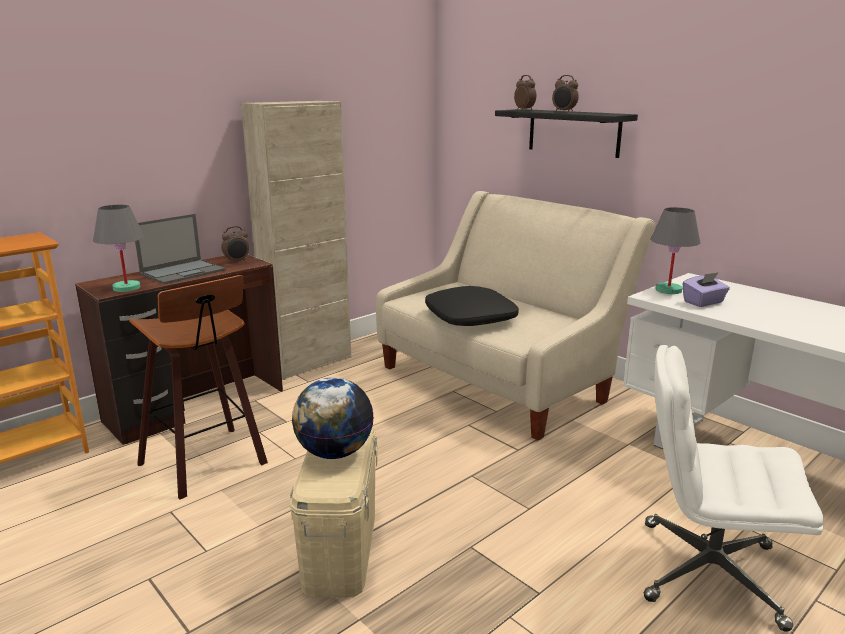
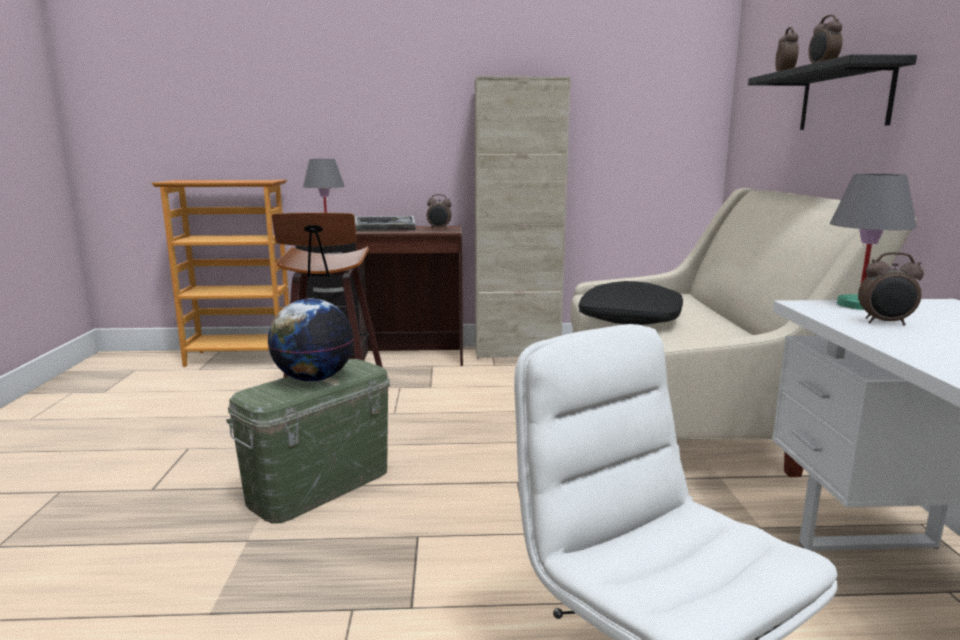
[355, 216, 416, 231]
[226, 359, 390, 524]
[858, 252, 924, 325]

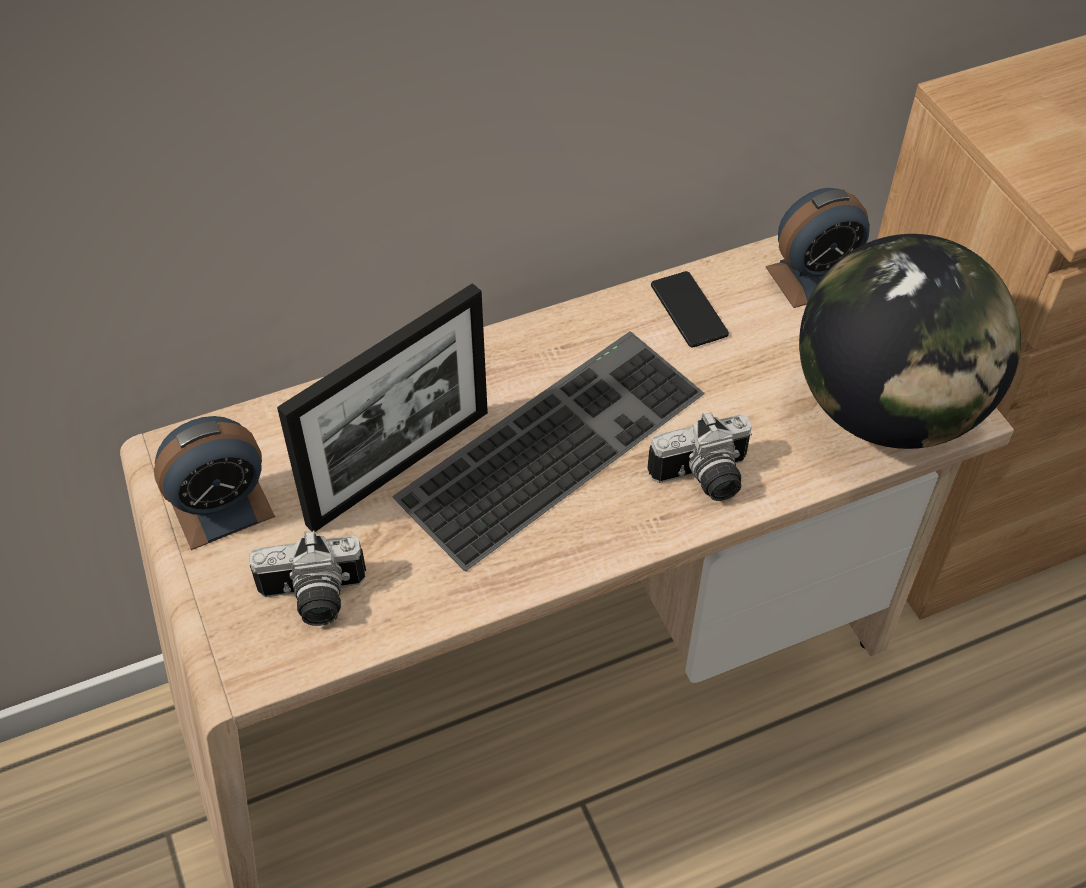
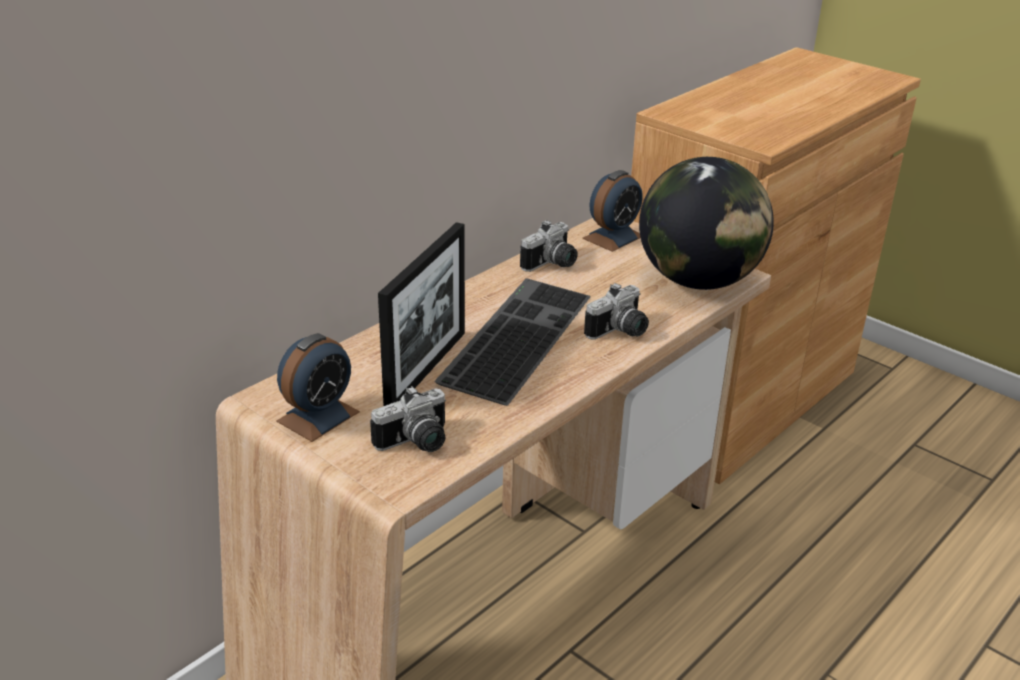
[520, 220, 578, 272]

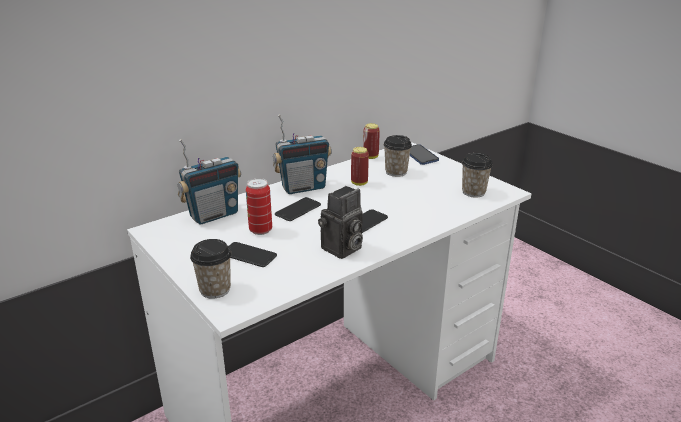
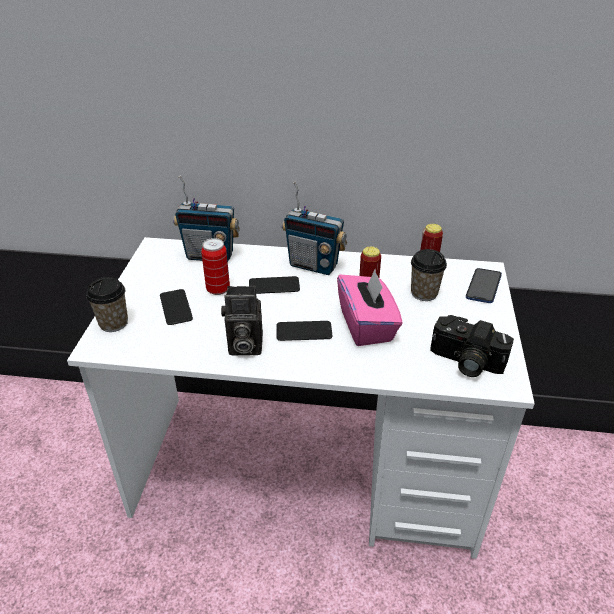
[430, 315, 514, 377]
[337, 269, 402, 346]

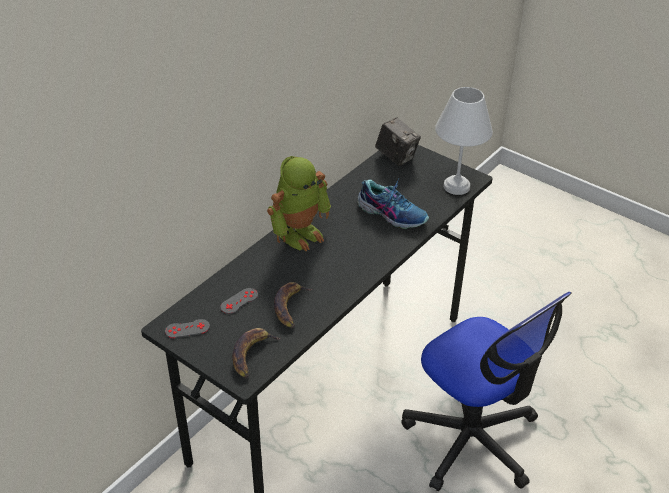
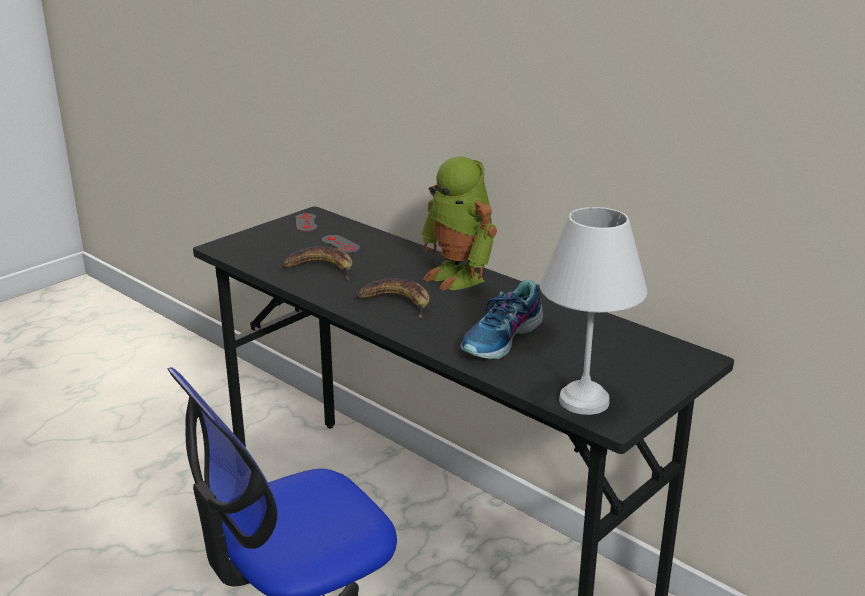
[356, 278, 430, 319]
[375, 117, 421, 166] (first image)

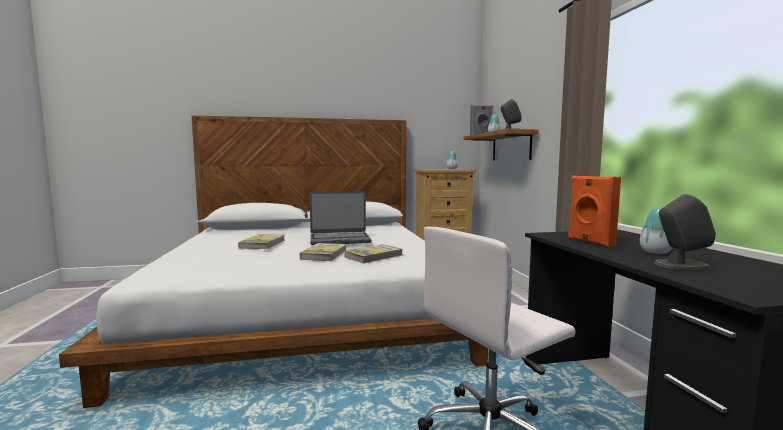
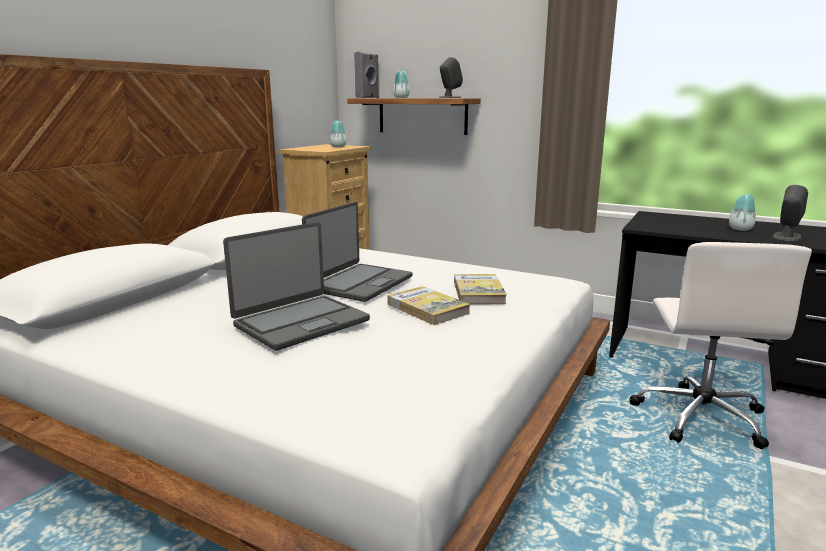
[223, 222, 370, 351]
[568, 175, 621, 247] (first image)

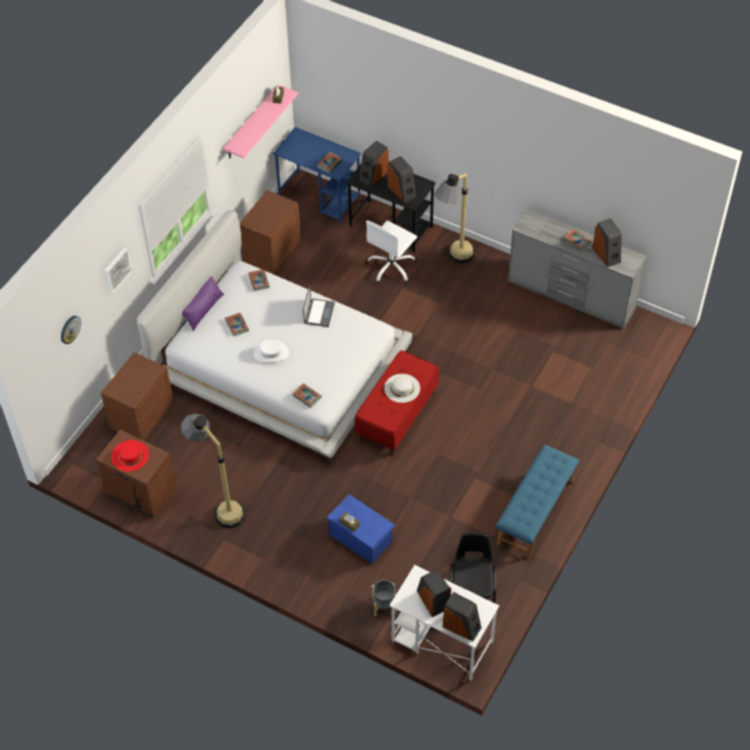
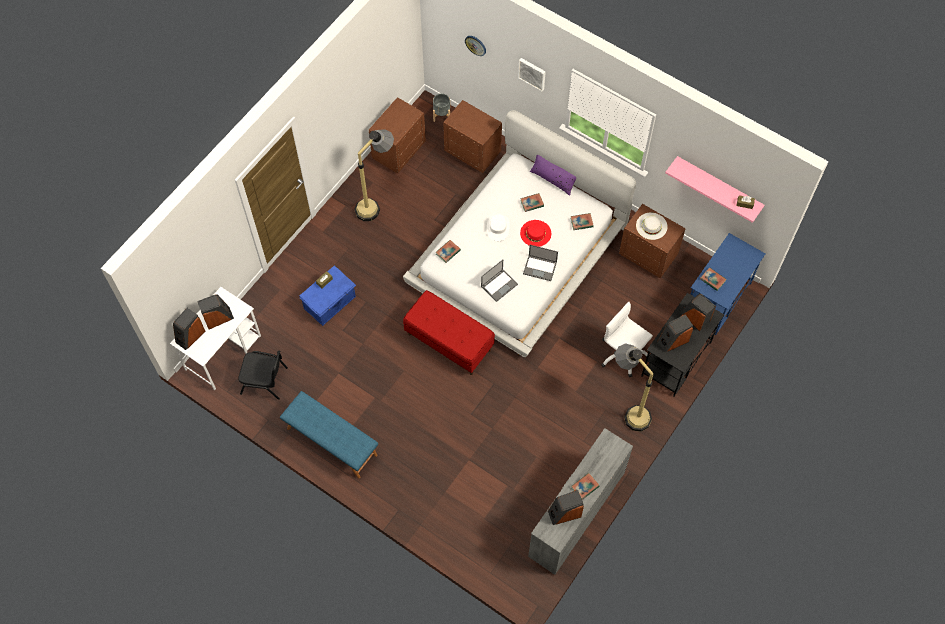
[520, 220, 551, 247]
[433, 93, 450, 122]
[636, 213, 668, 240]
[481, 260, 518, 302]

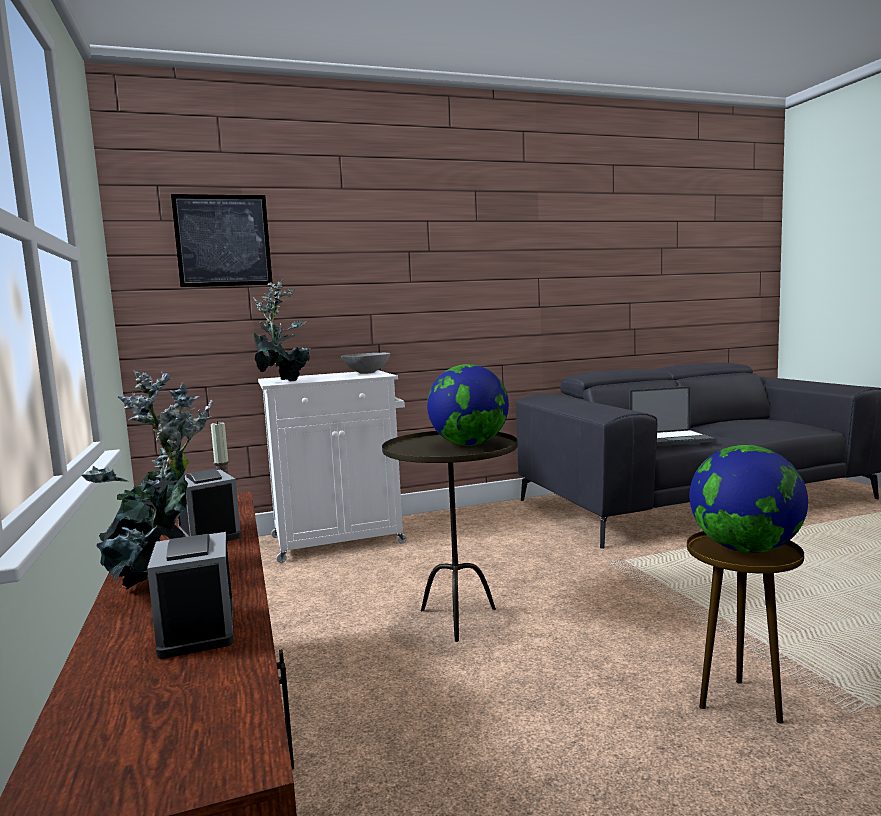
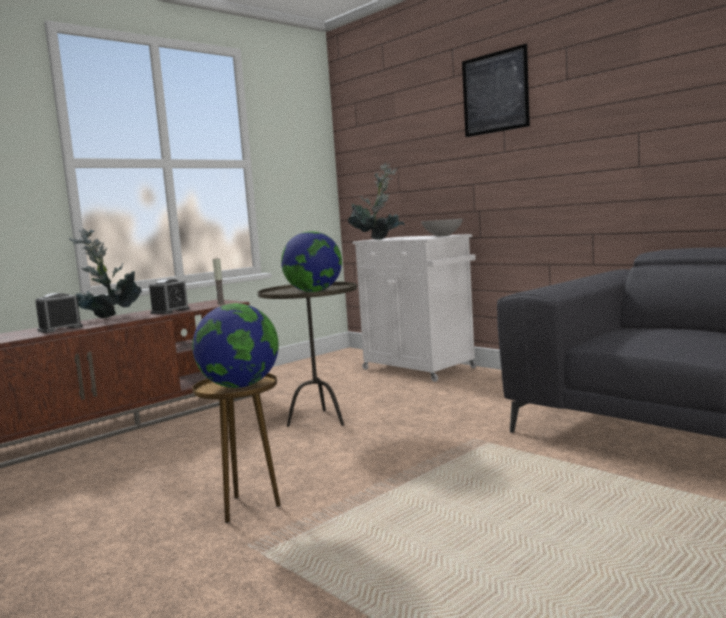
[462, 44, 530, 137]
[629, 386, 717, 446] (first image)

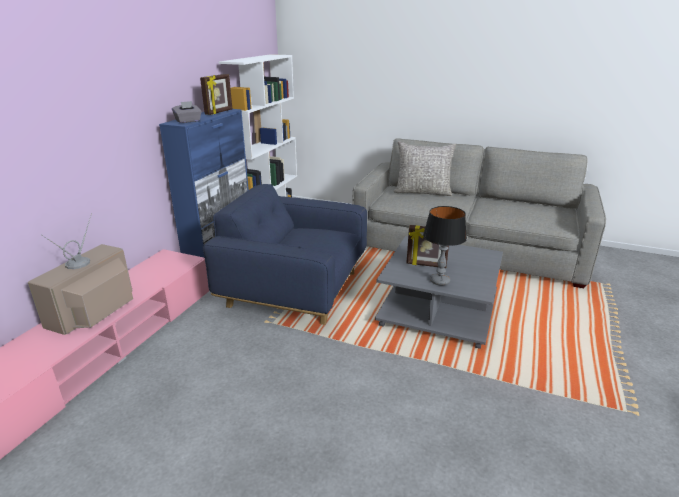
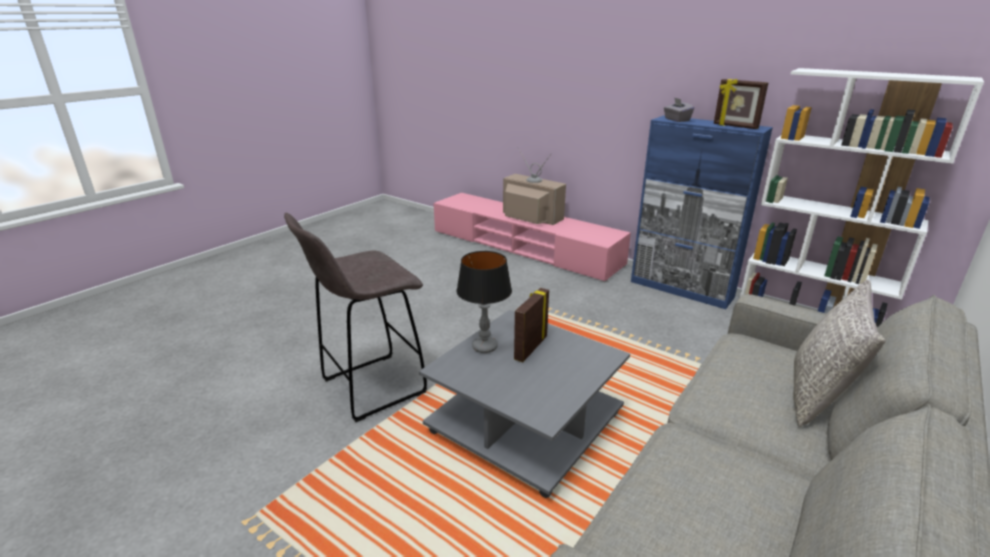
[202, 184, 367, 325] (first image)
[284, 213, 427, 422]

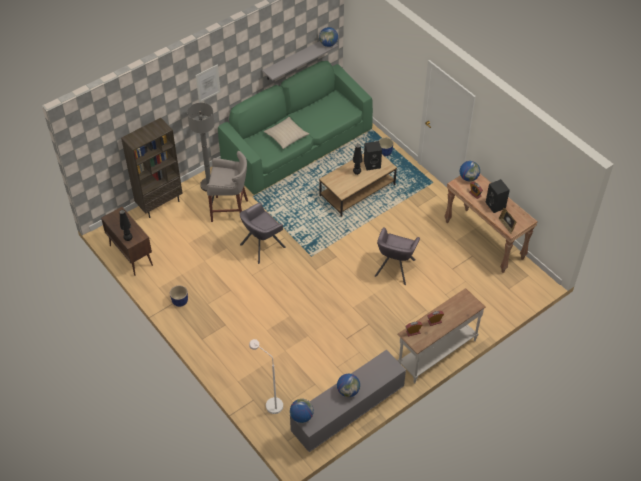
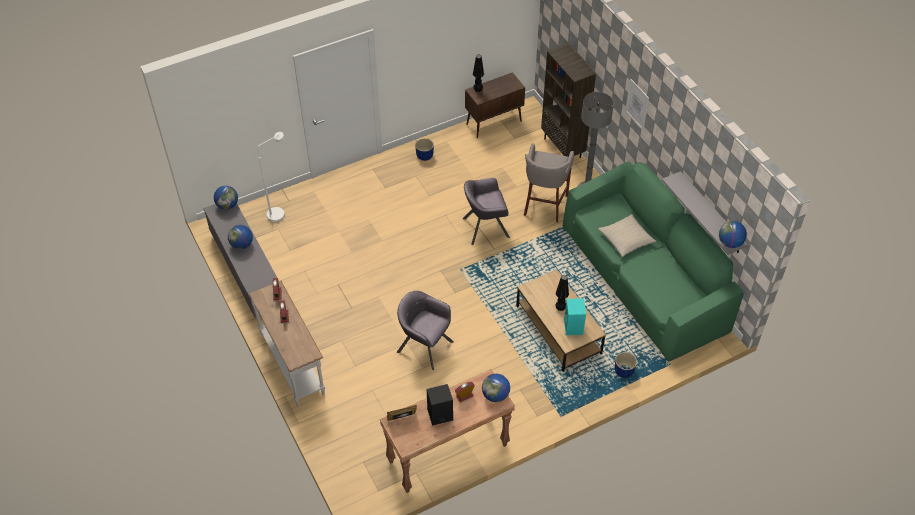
[463, 178, 510, 245]
[564, 298, 586, 335]

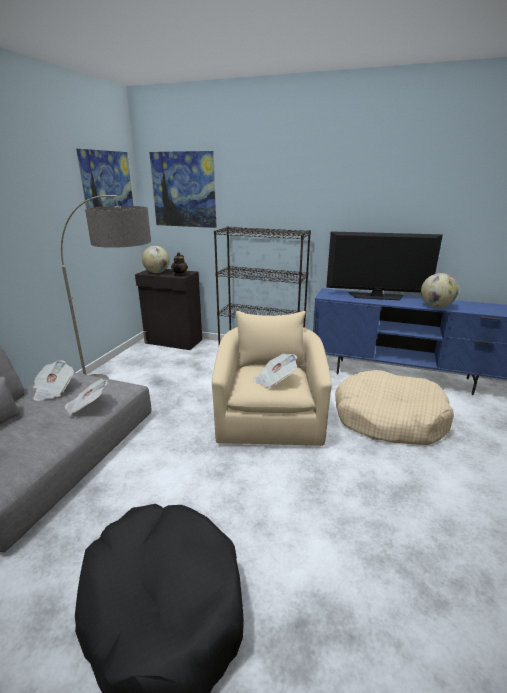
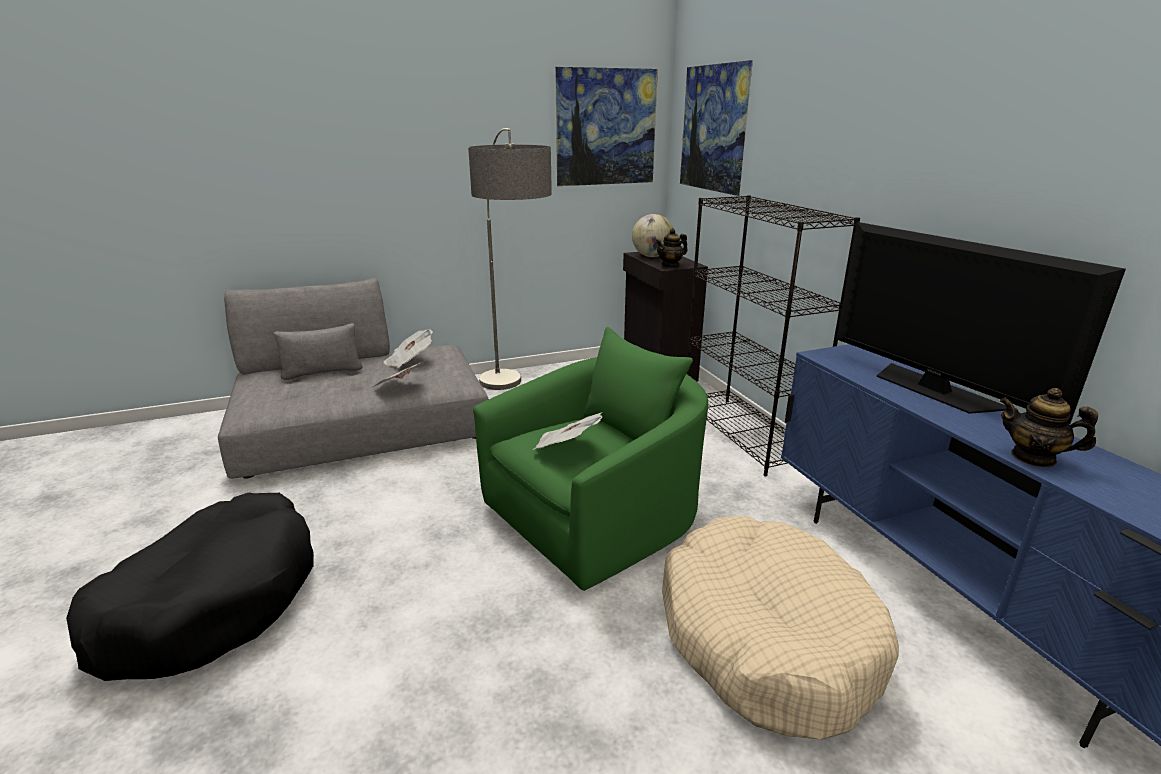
[473, 327, 708, 591]
[1000, 388, 1098, 467]

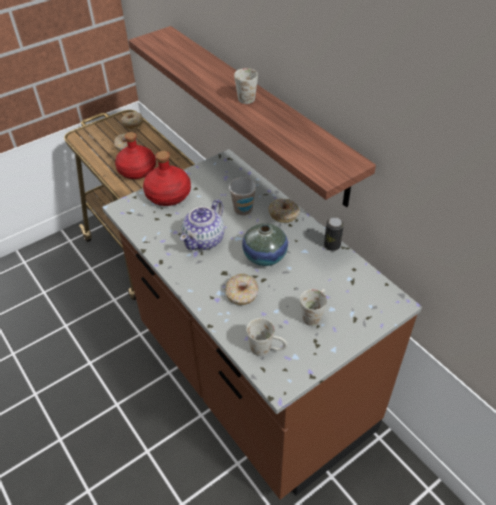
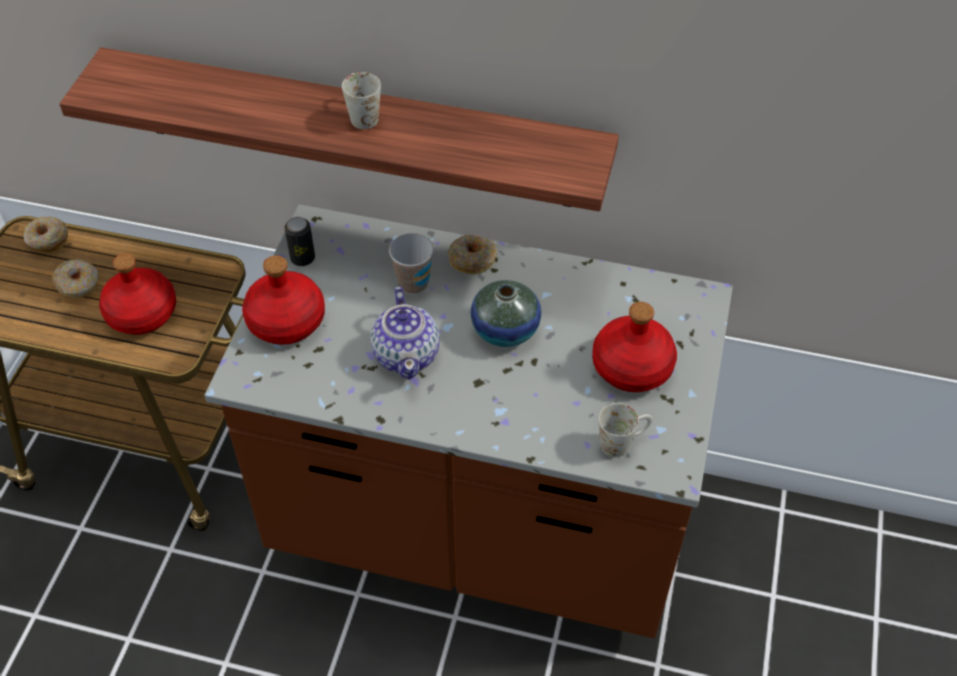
[226, 274, 258, 305] (first image)
[592, 302, 677, 392]
[285, 217, 315, 266]

